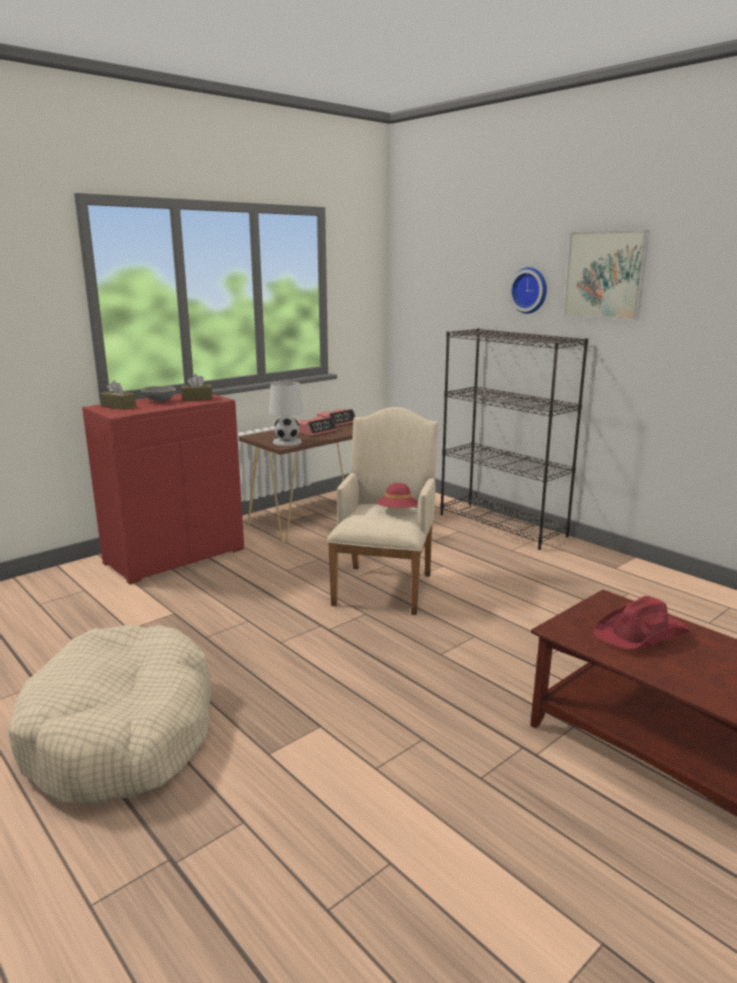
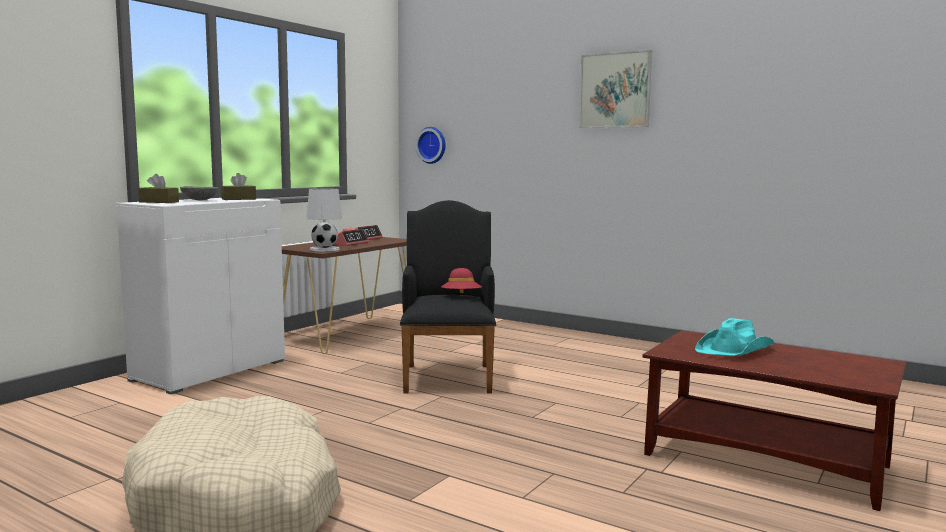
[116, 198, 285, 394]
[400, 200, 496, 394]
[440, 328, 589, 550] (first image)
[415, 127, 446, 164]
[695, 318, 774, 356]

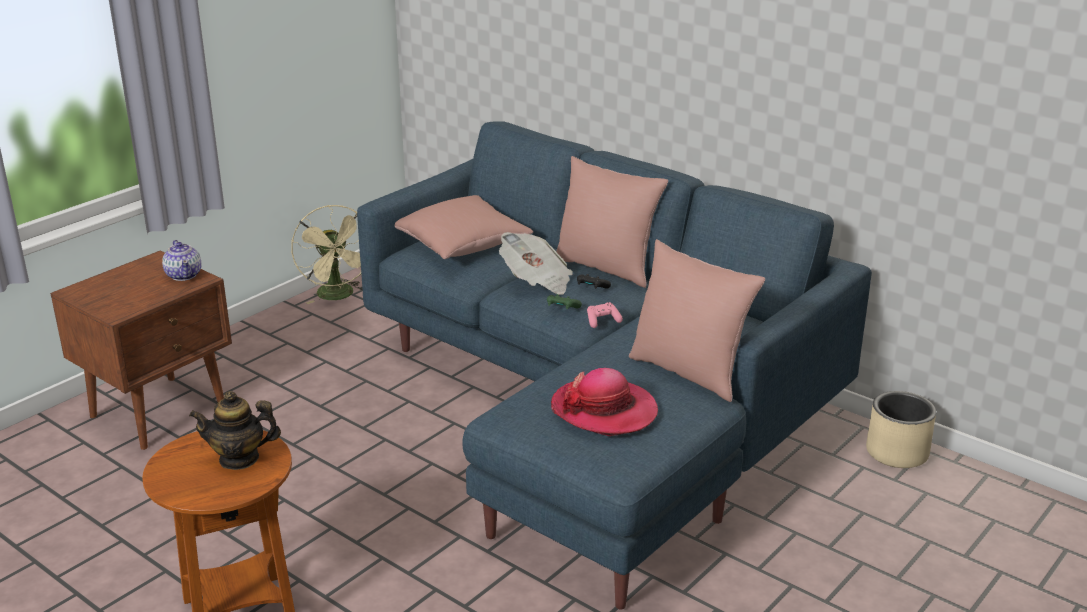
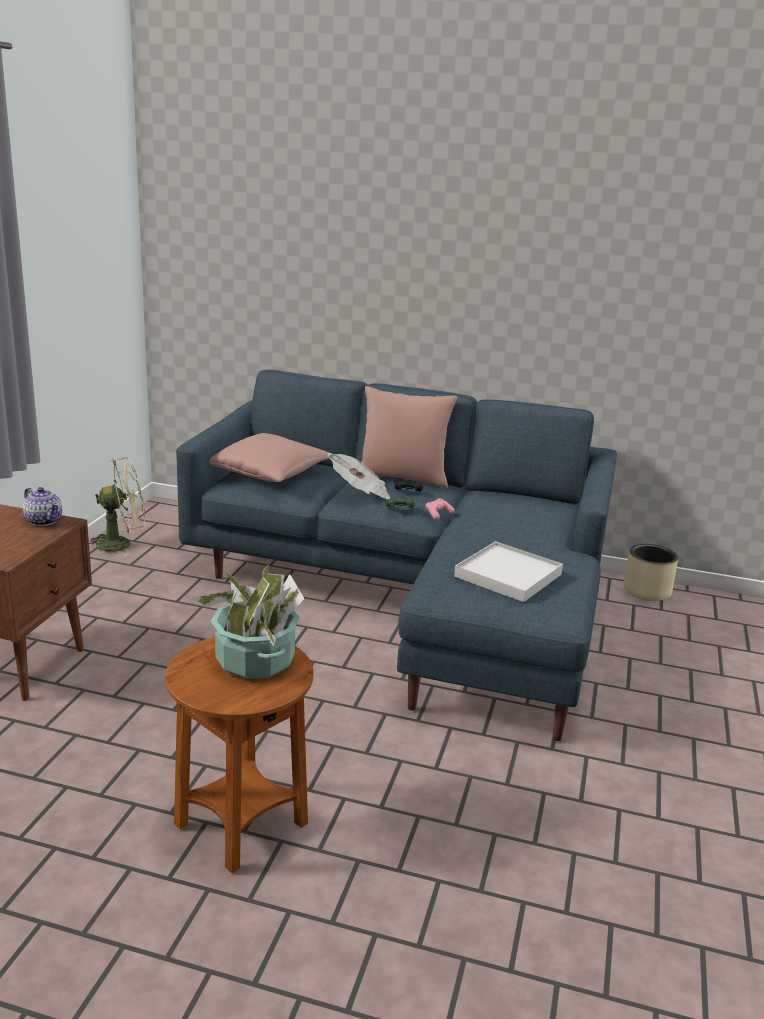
[191, 564, 305, 679]
[89, 457, 145, 557]
[454, 541, 563, 602]
[629, 239, 765, 402] (first image)

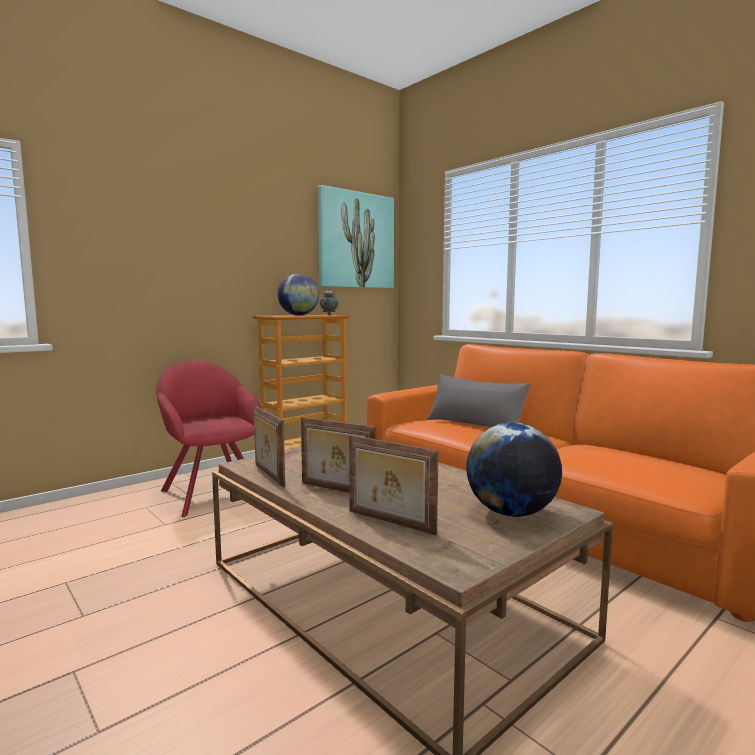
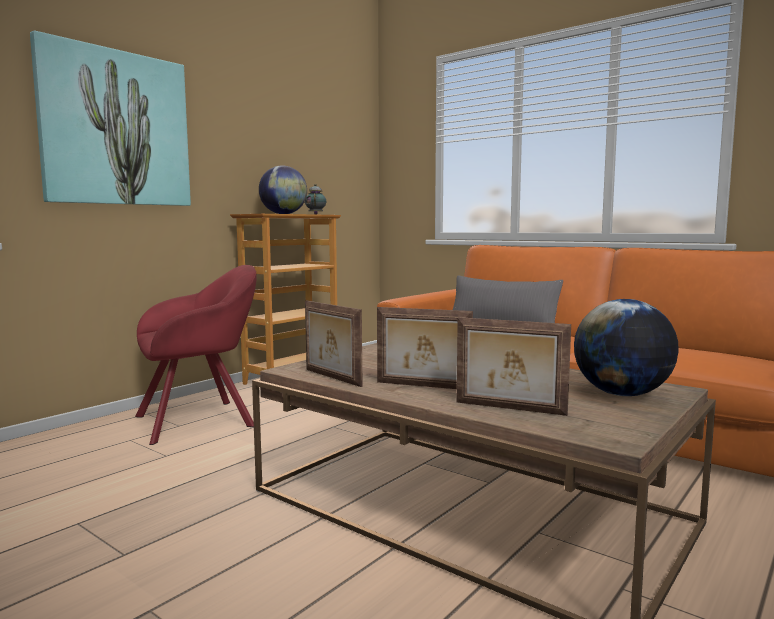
[135, 265, 257, 445]
[30, 30, 191, 206]

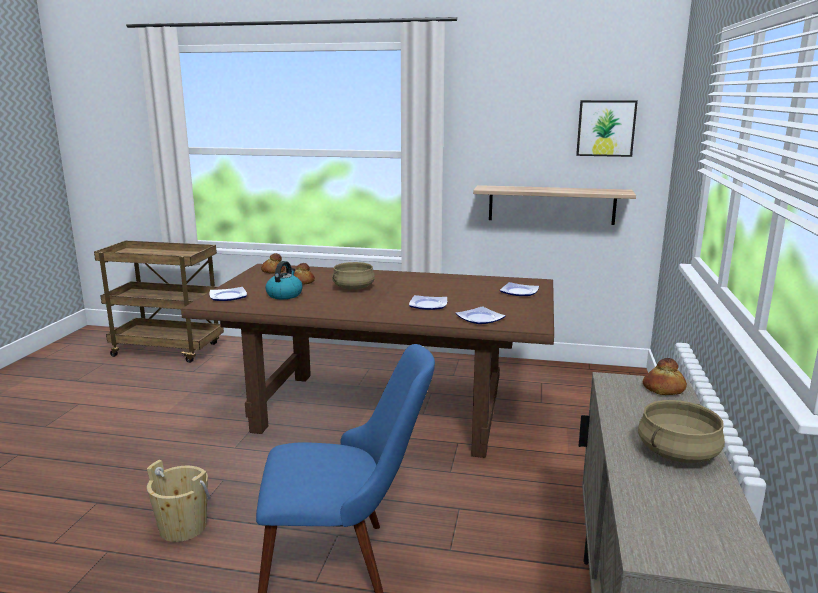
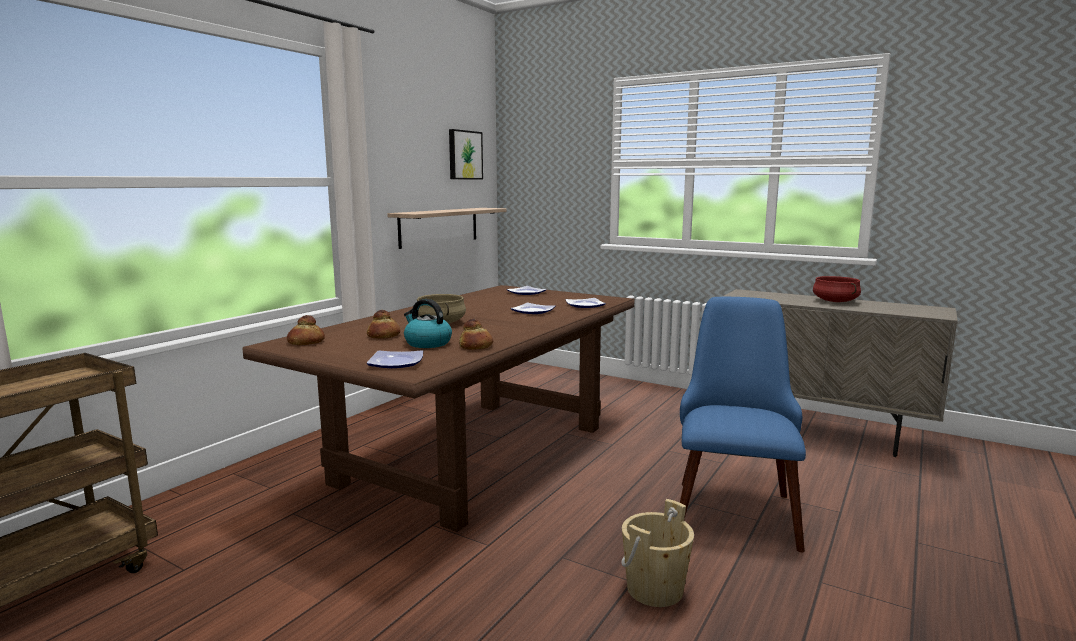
[813, 276, 861, 302]
[459, 319, 493, 350]

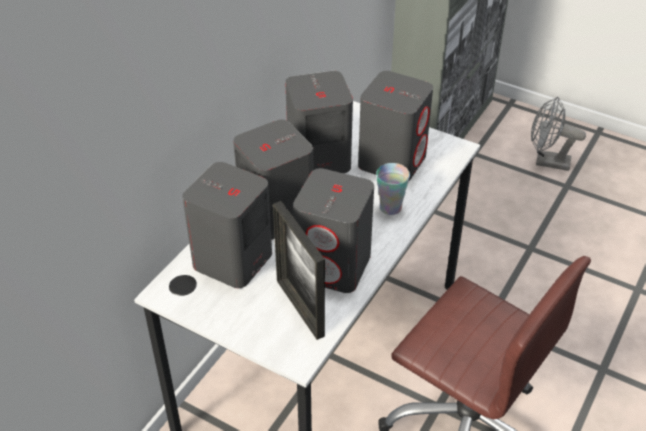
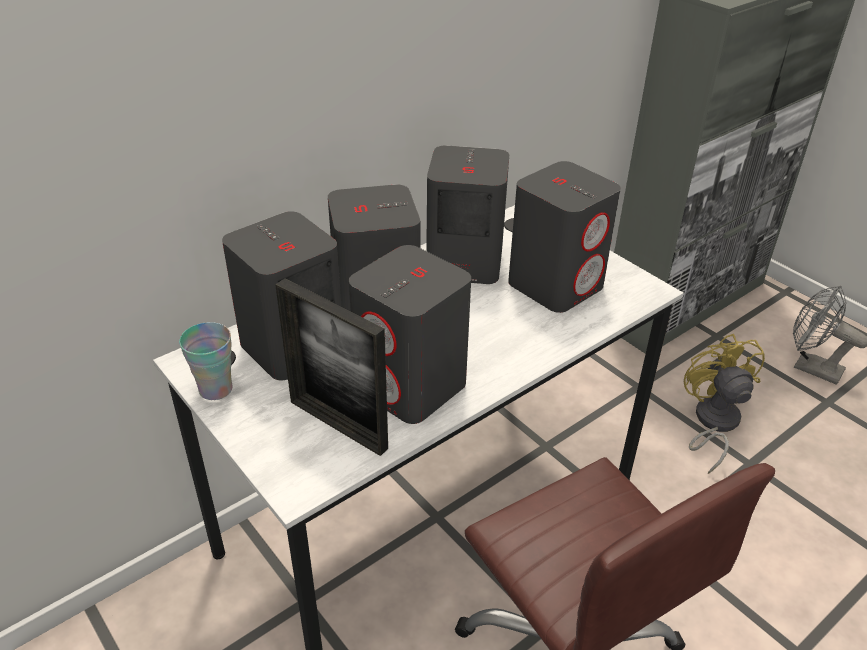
[275, 278, 388, 456]
[179, 322, 232, 400]
[684, 334, 765, 474]

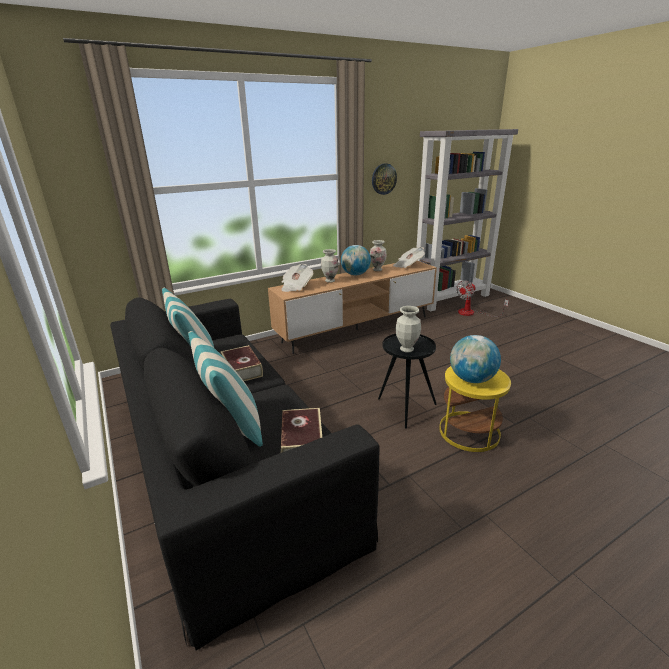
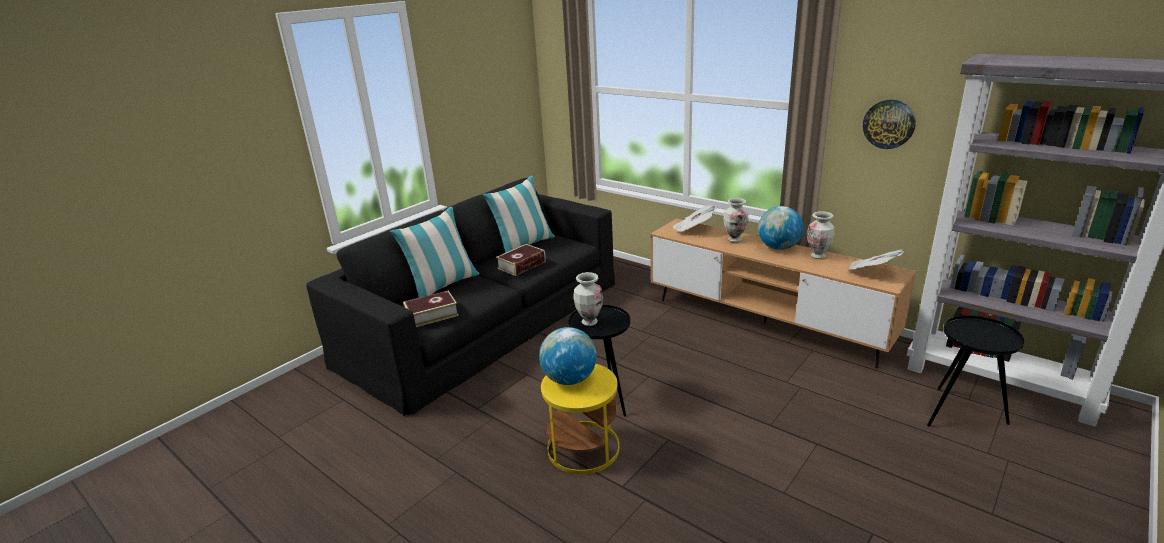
[927, 315, 1024, 427]

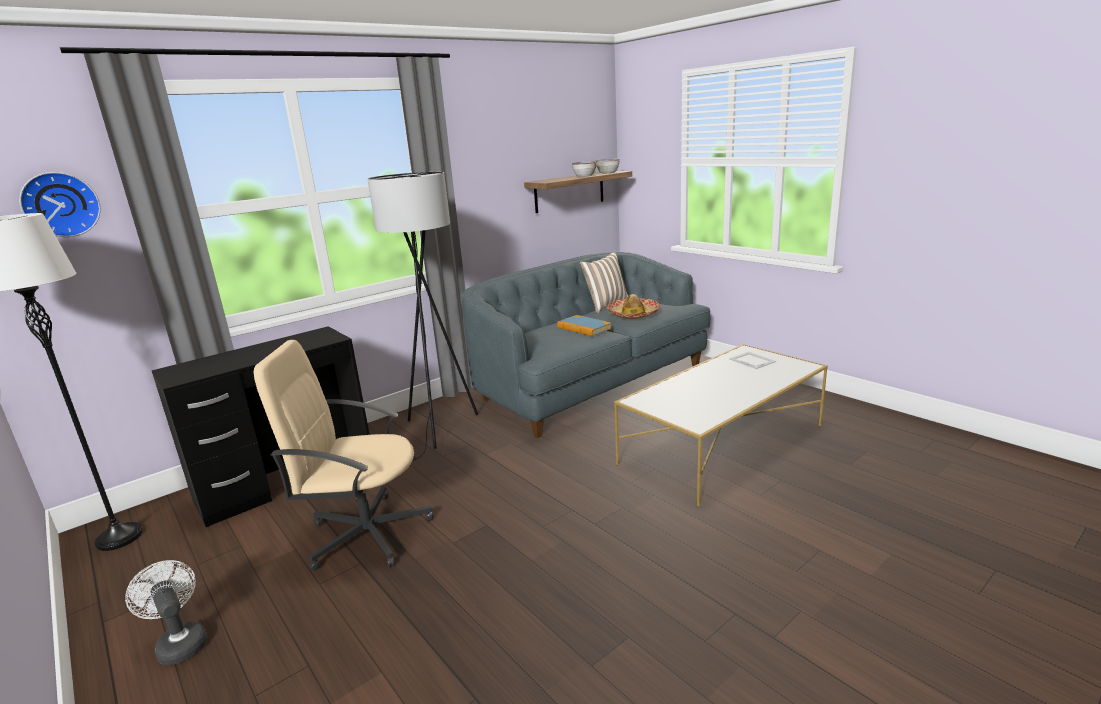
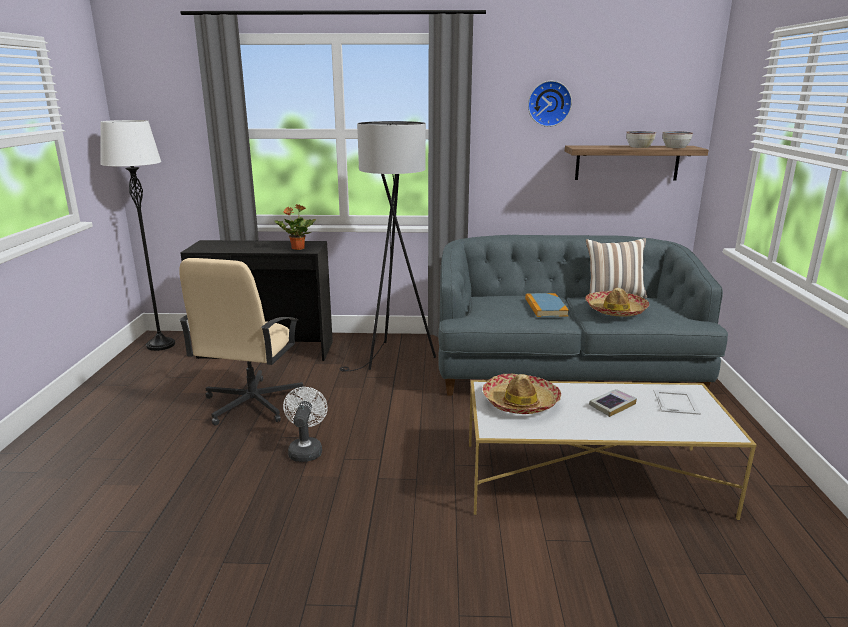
[528, 81, 572, 127]
[283, 387, 328, 462]
[179, 258, 303, 426]
[275, 204, 316, 250]
[483, 374, 561, 414]
[589, 389, 637, 417]

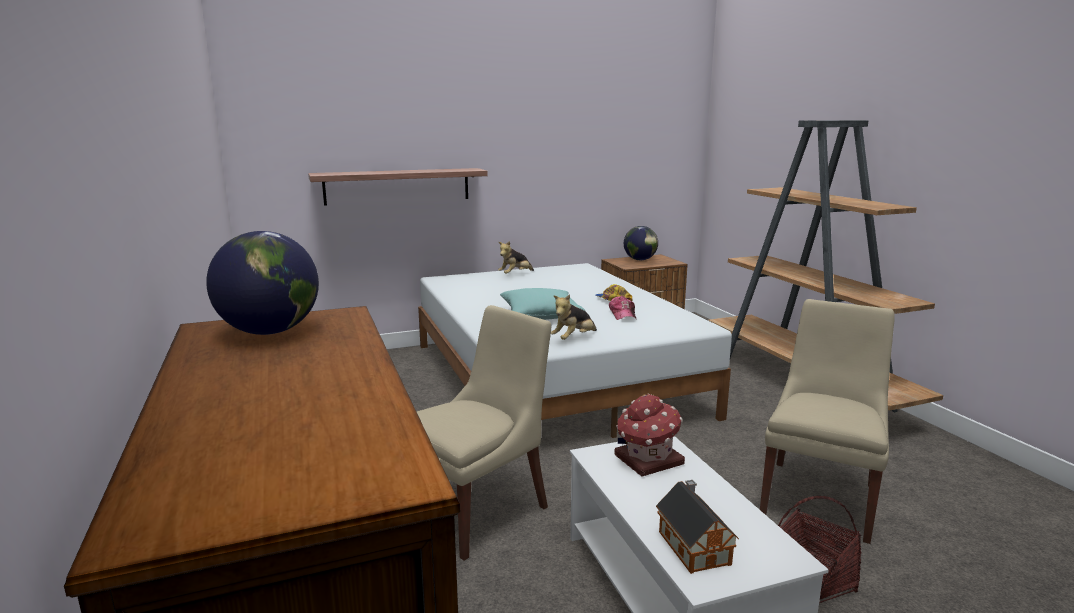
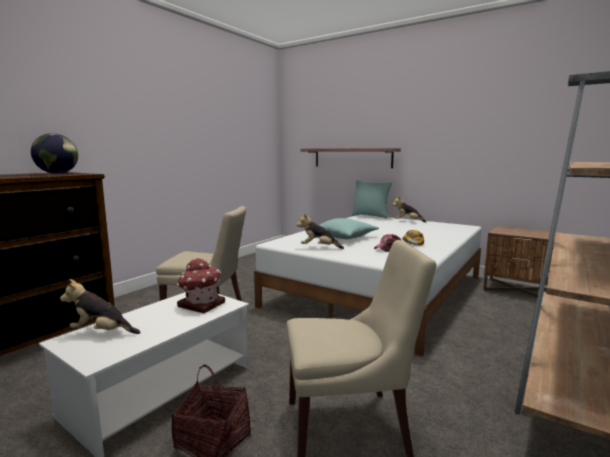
[624, 226, 658, 260] (first image)
[60, 279, 141, 334]
[351, 180, 392, 219]

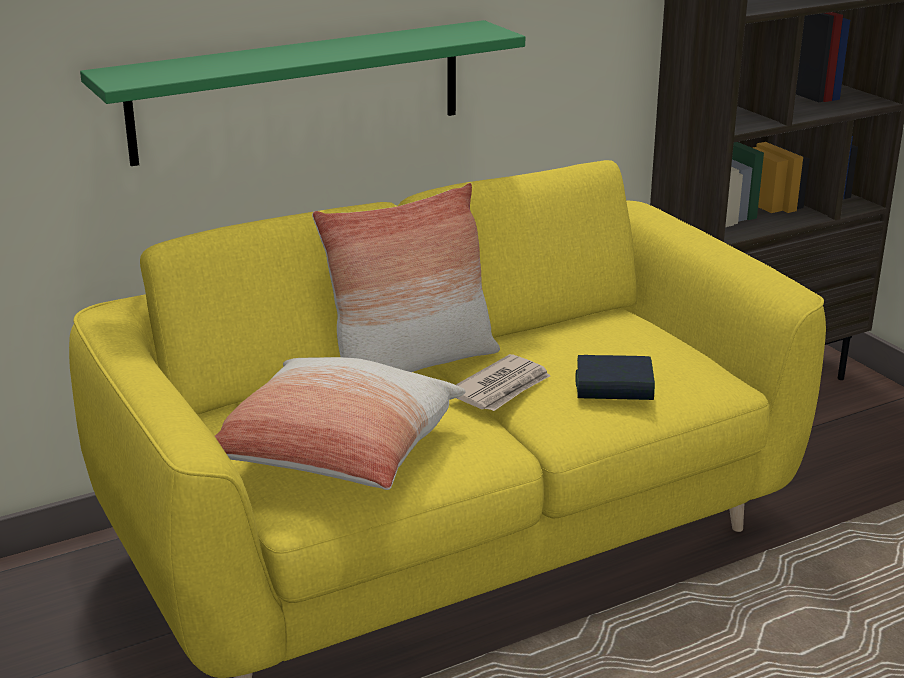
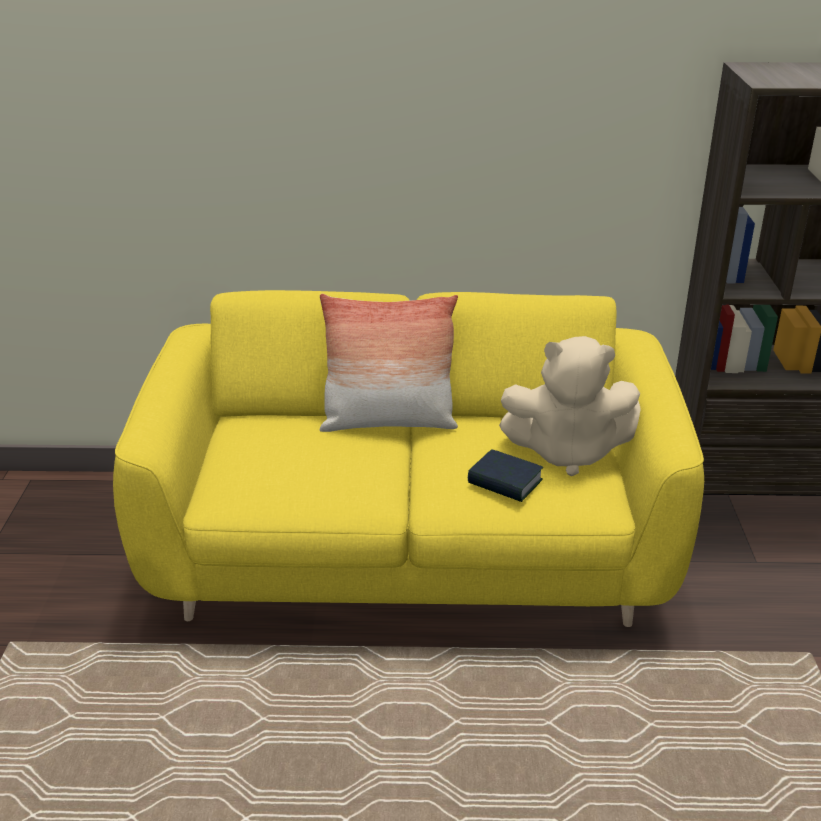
[80, 20, 525, 166] (first image)
[215, 357, 466, 490] (first image)
[456, 354, 550, 411] (first image)
[499, 336, 640, 476]

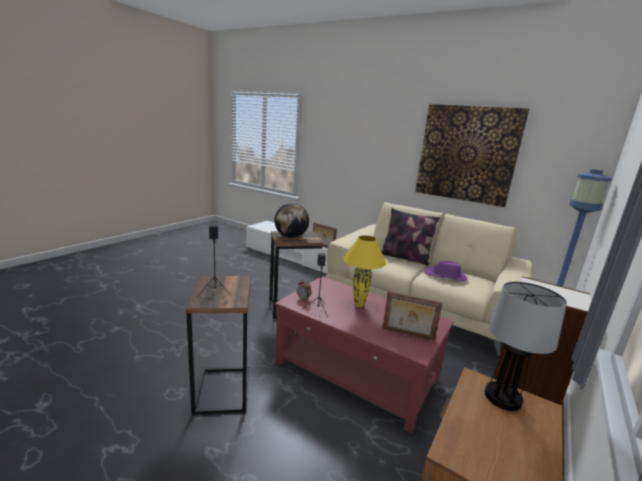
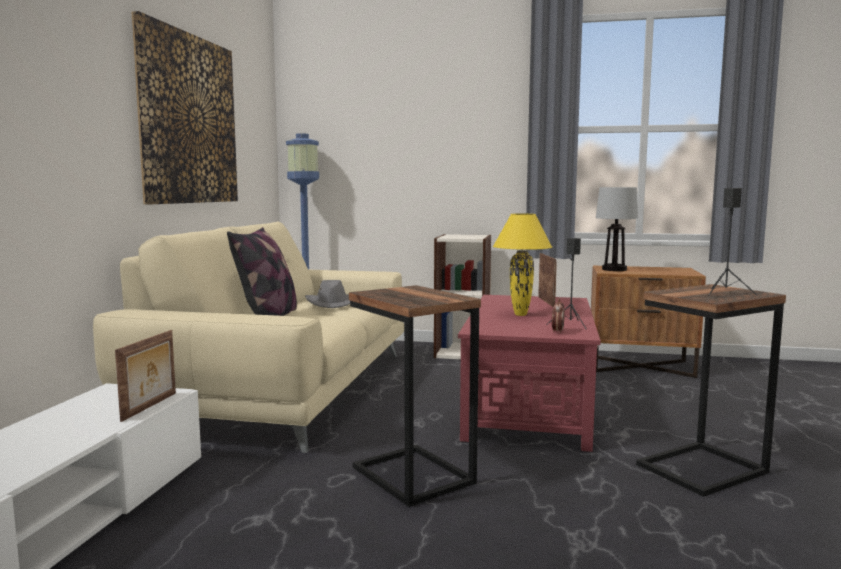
[274, 203, 309, 238] (first image)
[305, 280, 350, 308]

